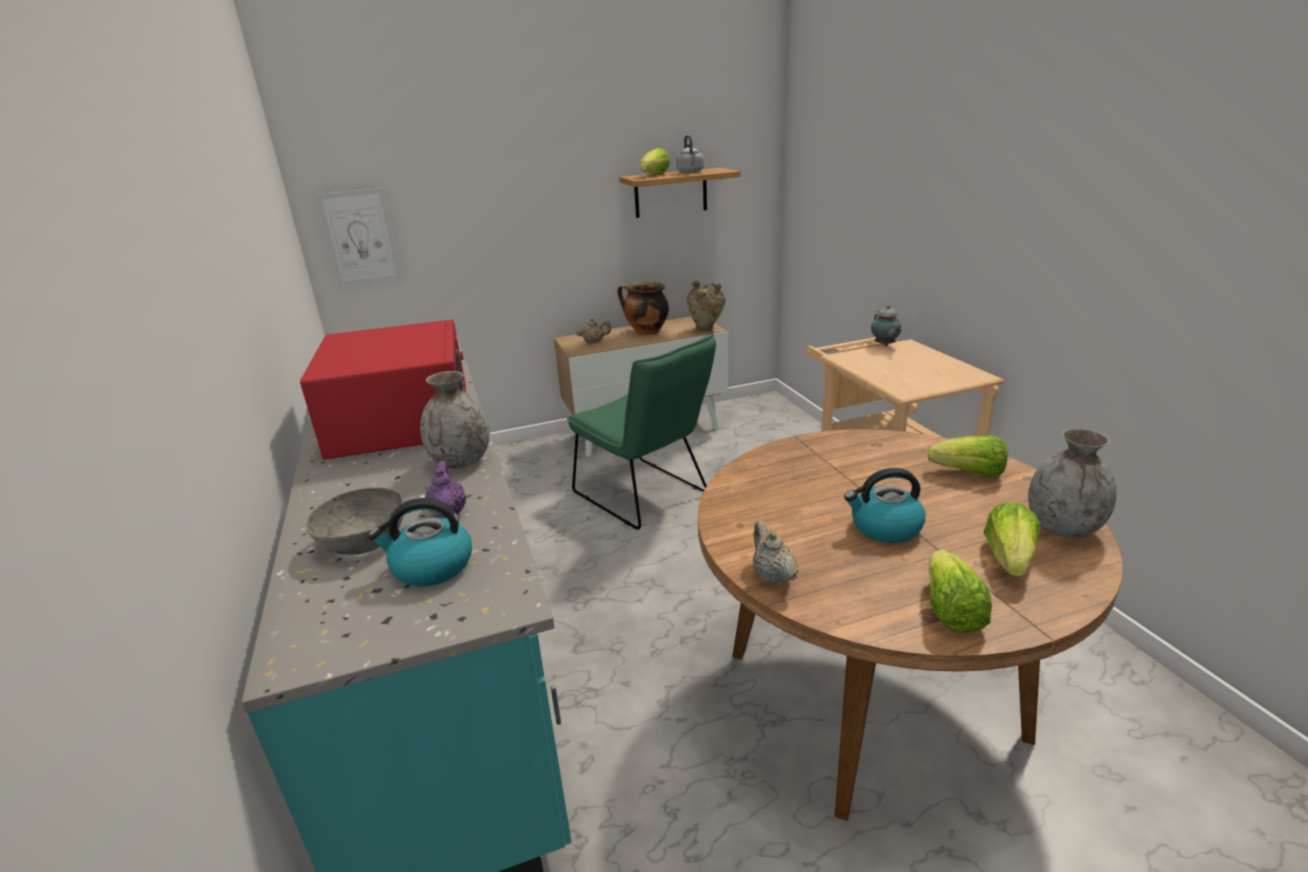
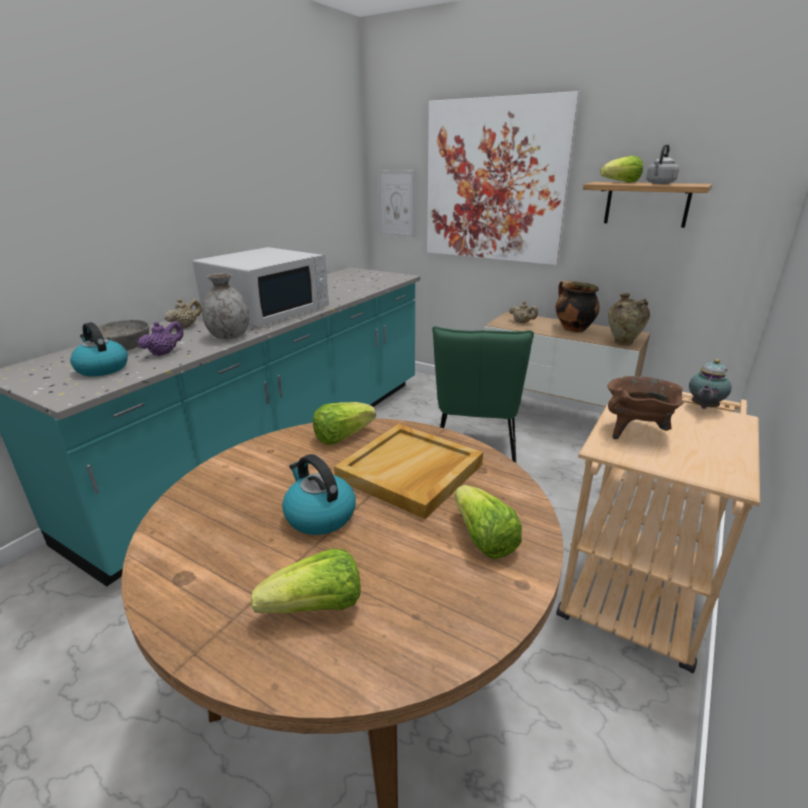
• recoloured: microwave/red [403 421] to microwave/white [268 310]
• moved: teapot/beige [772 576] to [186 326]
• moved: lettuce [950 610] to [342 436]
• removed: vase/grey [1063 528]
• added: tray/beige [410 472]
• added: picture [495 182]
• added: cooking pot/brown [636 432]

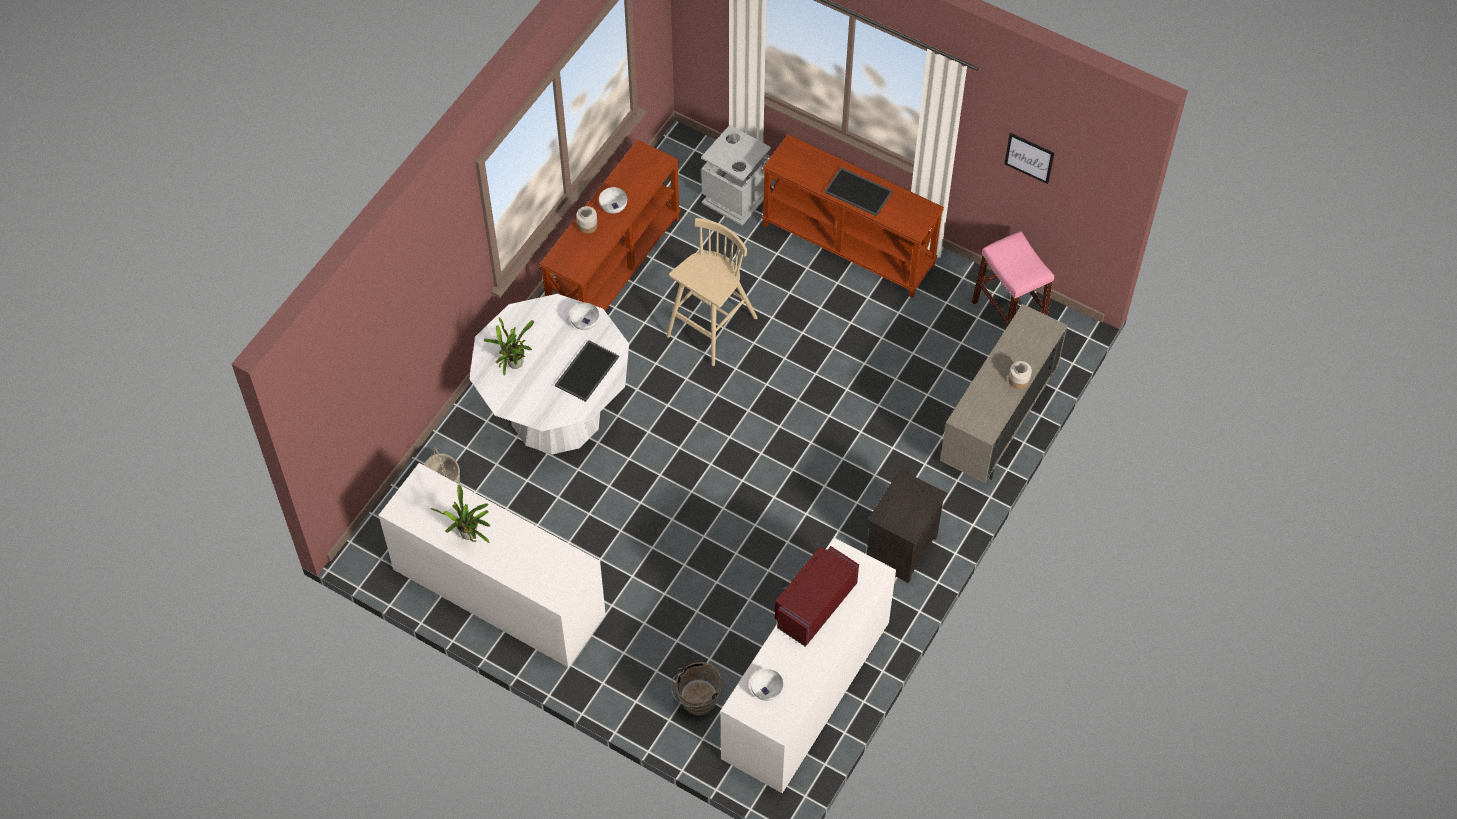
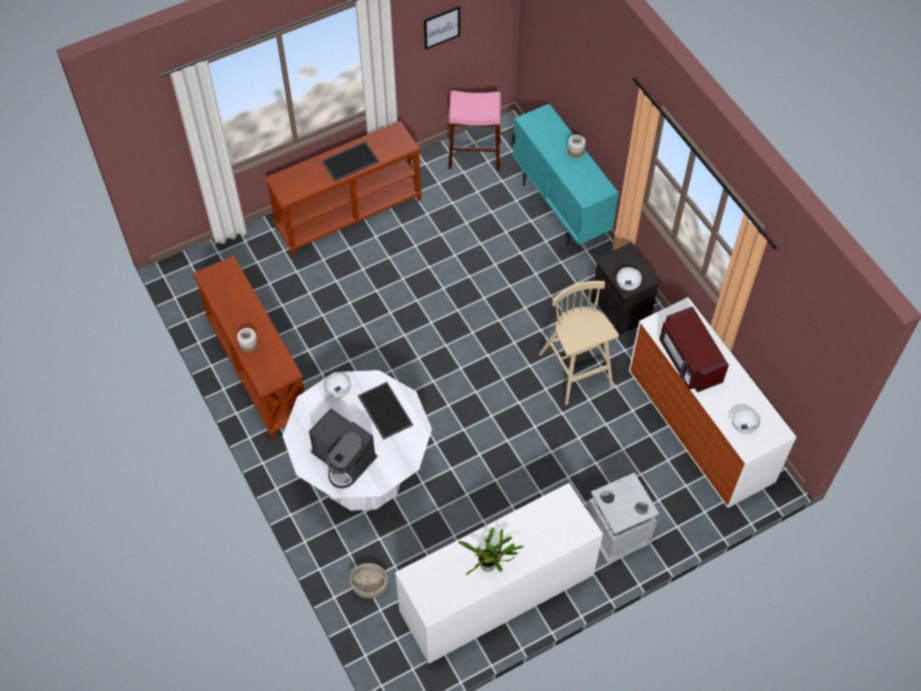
• replaced: potted plant [514 365] to coffee machine [344 459]
• moved: bowl/white [613 206] to [627 283]
• moved: stool/beige [710 328] to [576 371]
• removed: bucket/brown [696 701]
• moved: trash can/grey [736 199] to [617 533]
• recoloured: cabinet/beige [996 429] to cabinet/turquoise [560 208]

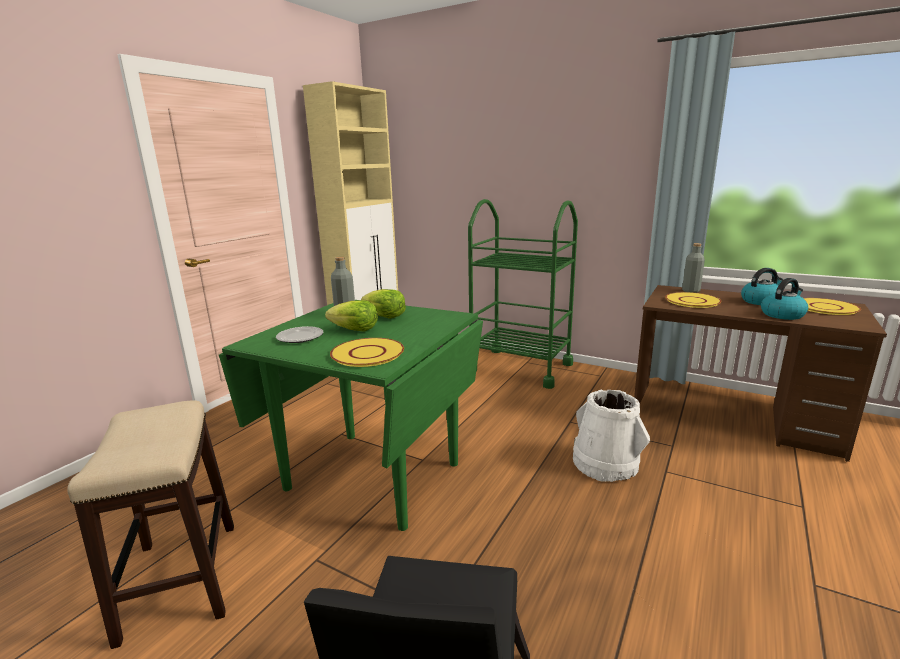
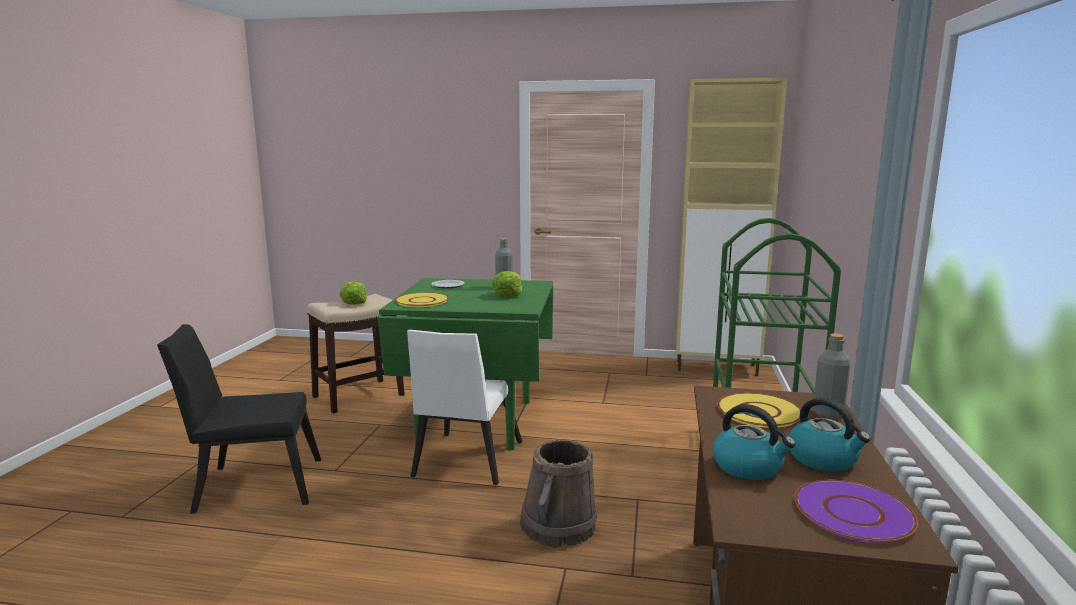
• moved: lettuce [355 330] to [354 302]
• recoloured: bucket/white [605 463] to bucket/brown [558 526]
• recoloured: plate/yellow [826 307] to plate/purple [853 513]
• added: chair/white [464 462]

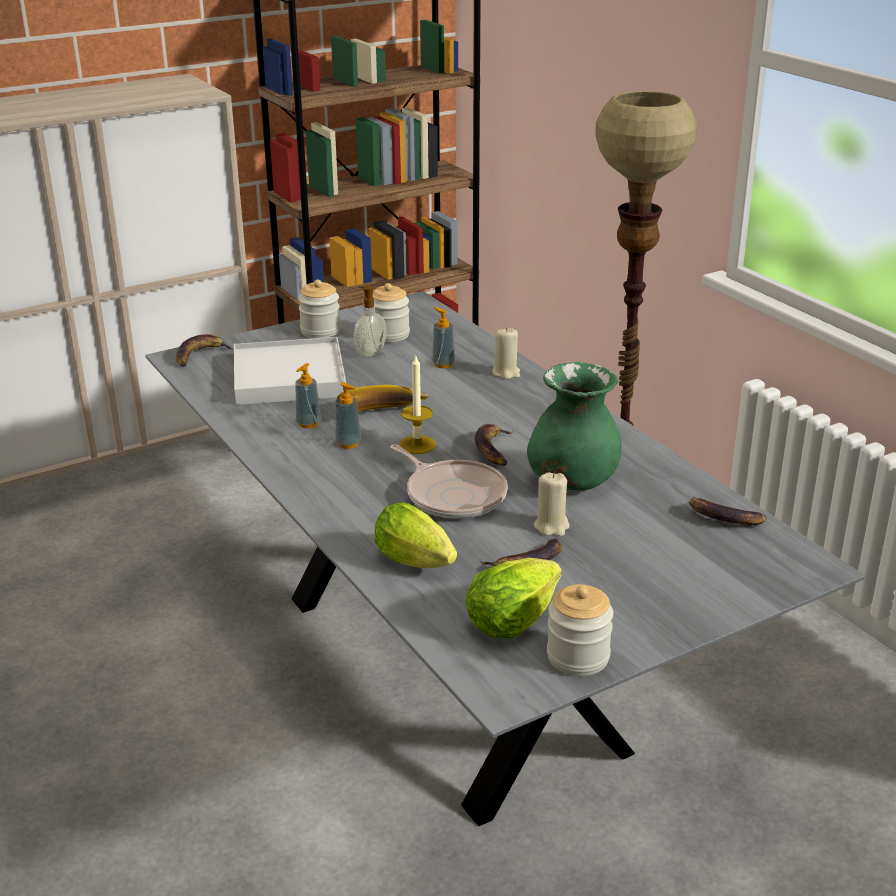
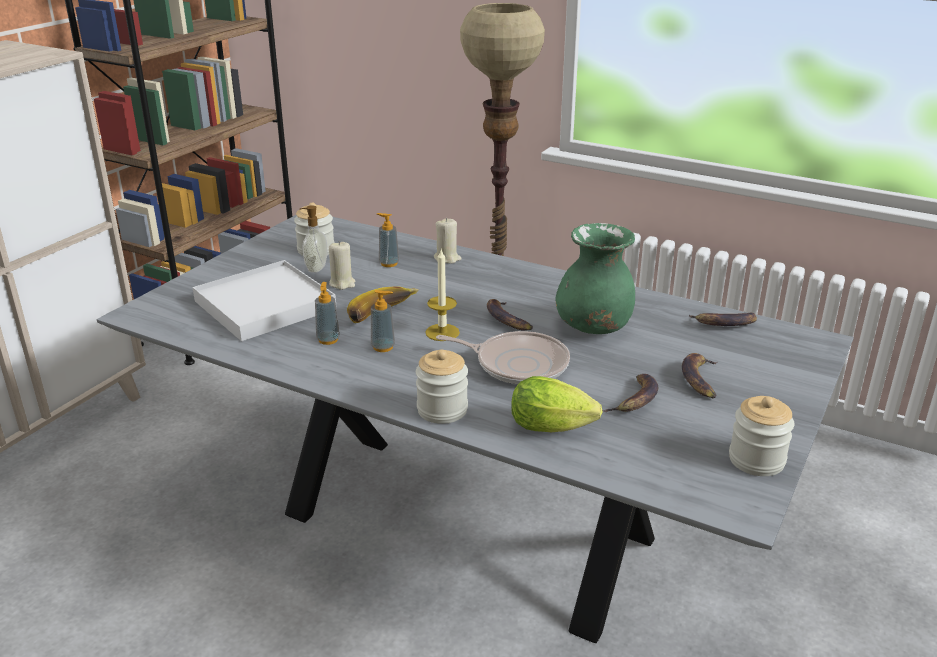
• moved: banana [200 355] to [699 379]
• moved: jar [320 331] to [442 410]
• removed: lettuce [511 621]
• moved: candle/beige [551 526] to [342 283]

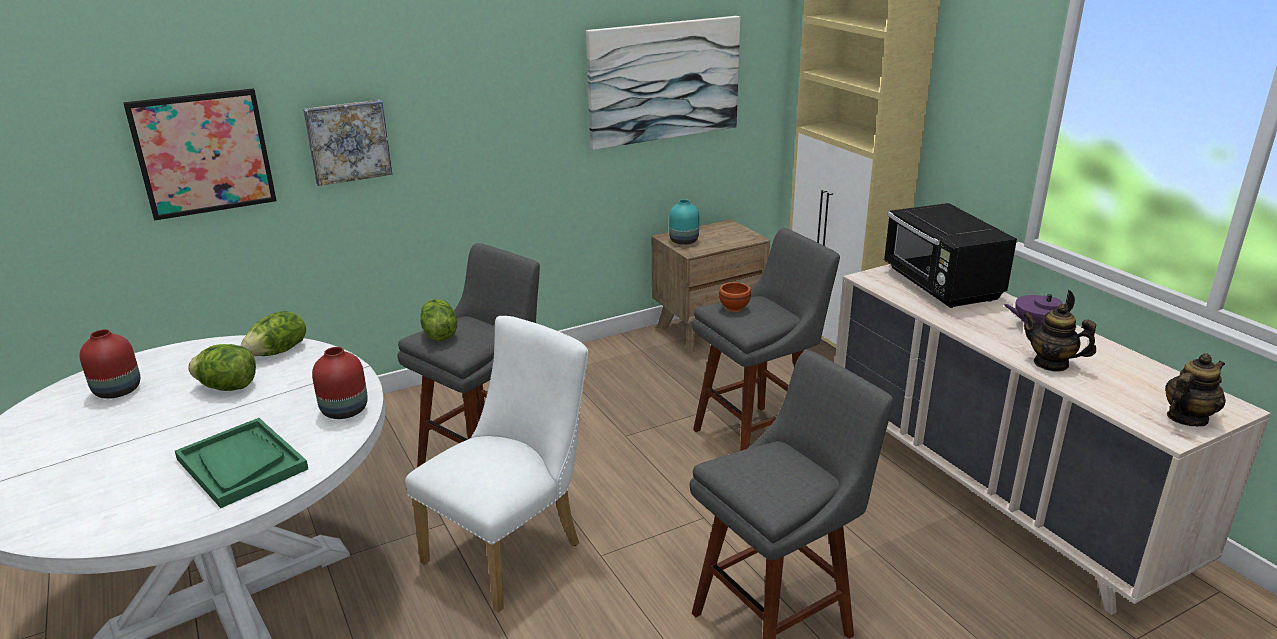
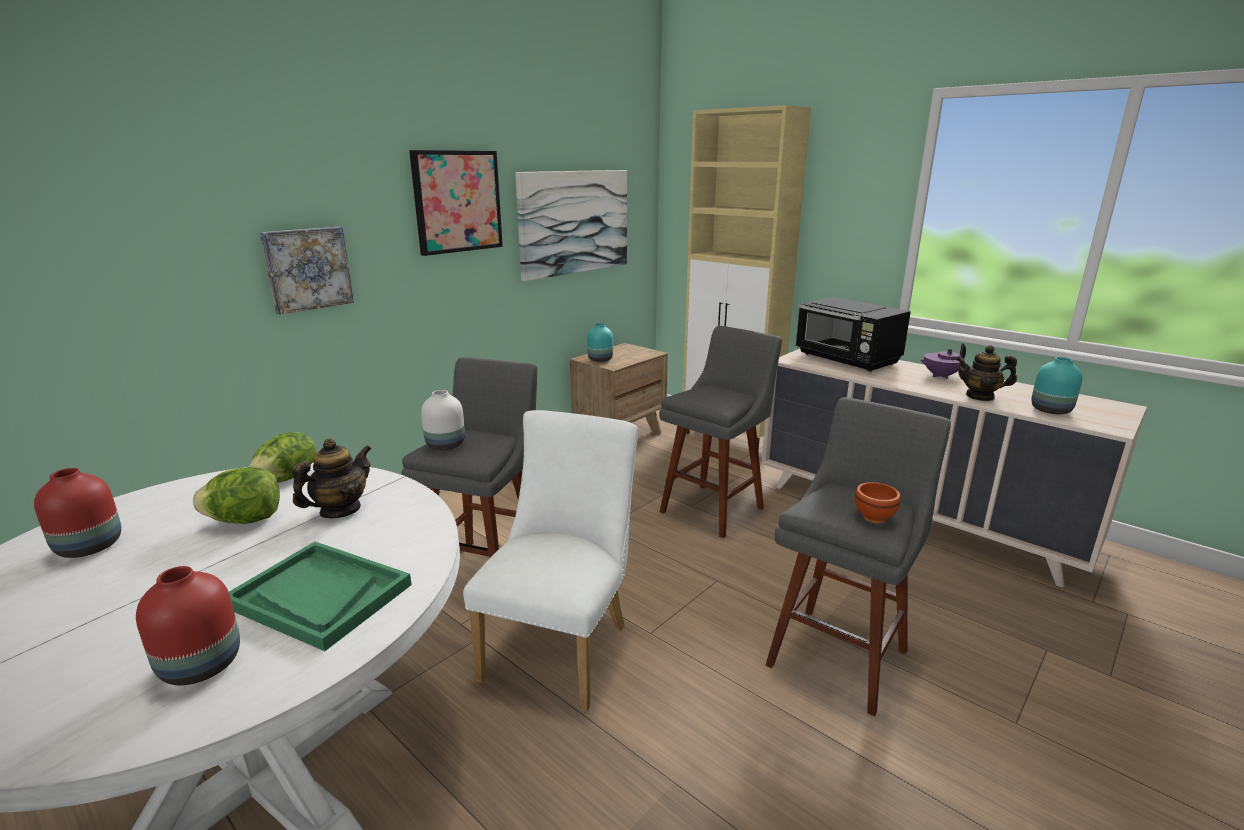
• moved: picture [203 153] to [457 201]
• moved: vase/red [346 411] to [203 665]
• replaced: lettuce [438 334] to vase/white [445 446]
• moved: bowl/brown [733 308] to [873 518]
• moved: teapot [1186 418] to [340 510]
• added: vase/turquoise [1050 411]

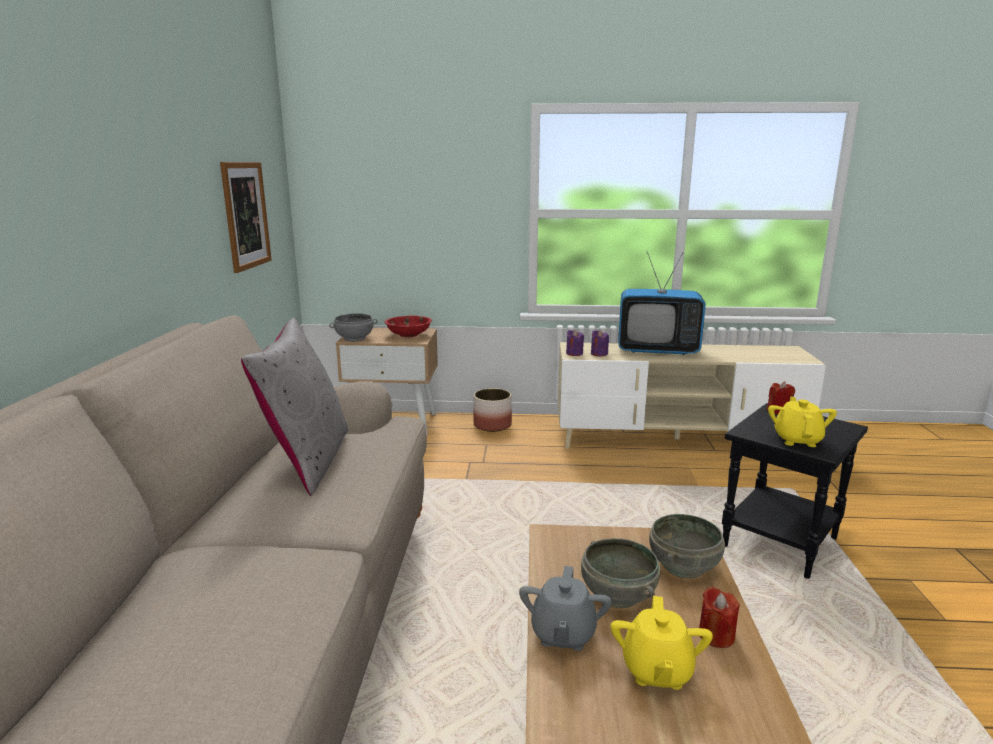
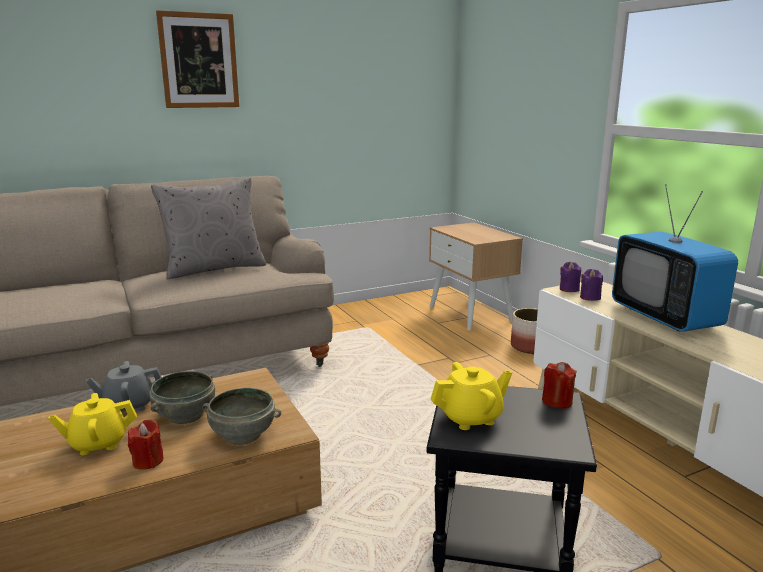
• moved: picture [246 215] to [199 61]
• removed: bowl/grey [354 338]
• removed: bowl/red [408 335]

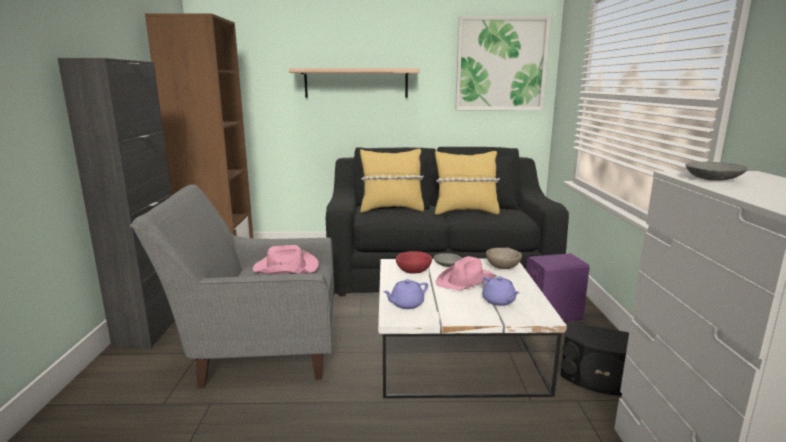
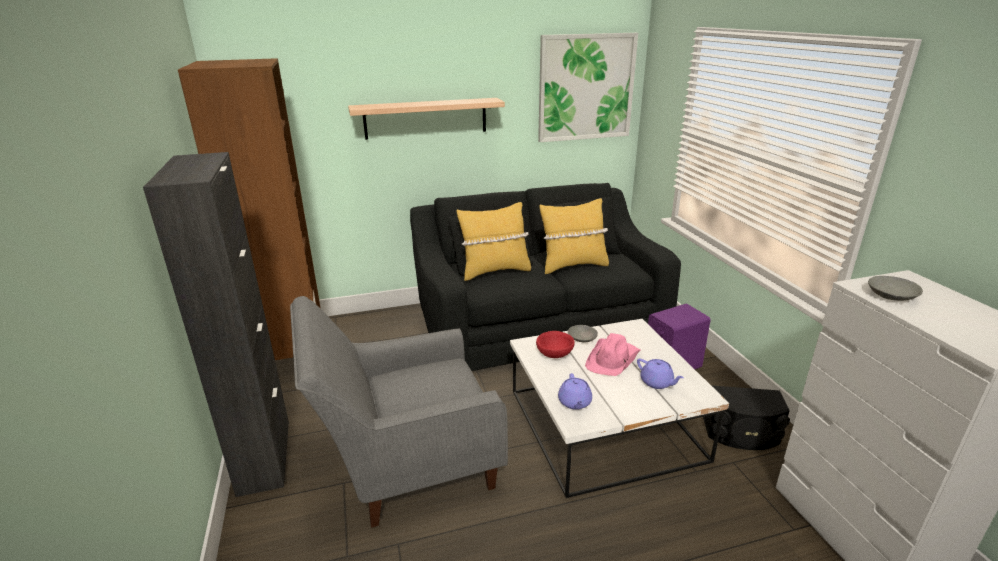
• removed: hat/pink [285 267]
• turned: teapot/purple [406 304] = [574 402] 45 degrees counterclockwise
• removed: bowl/beige [503 267]

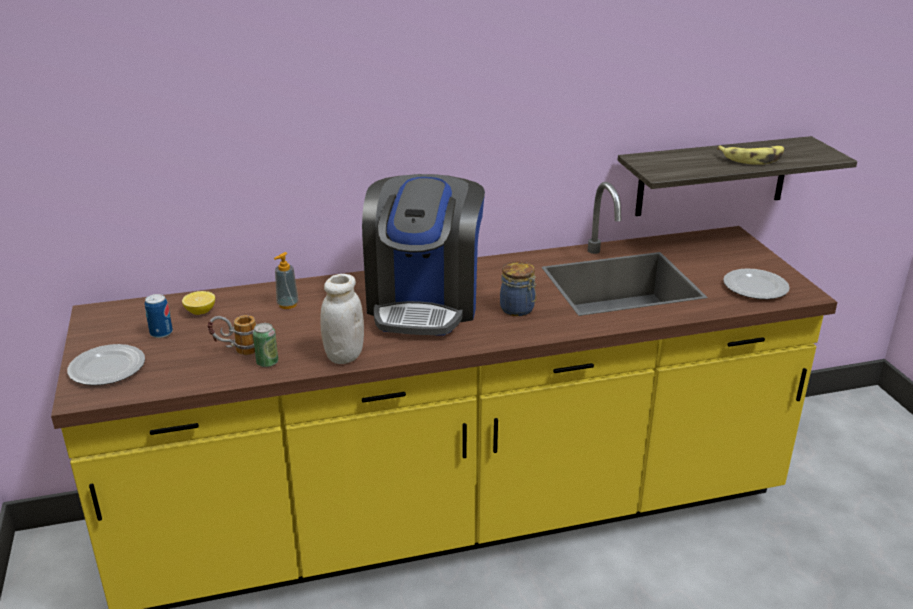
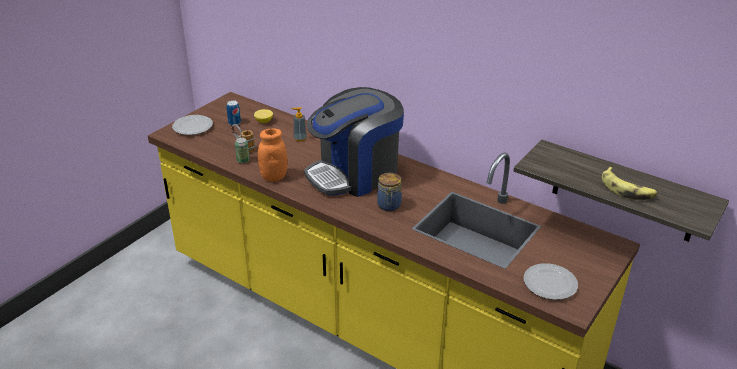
• recoloured: jar/white [344 356] to jar/orange [274 177]

